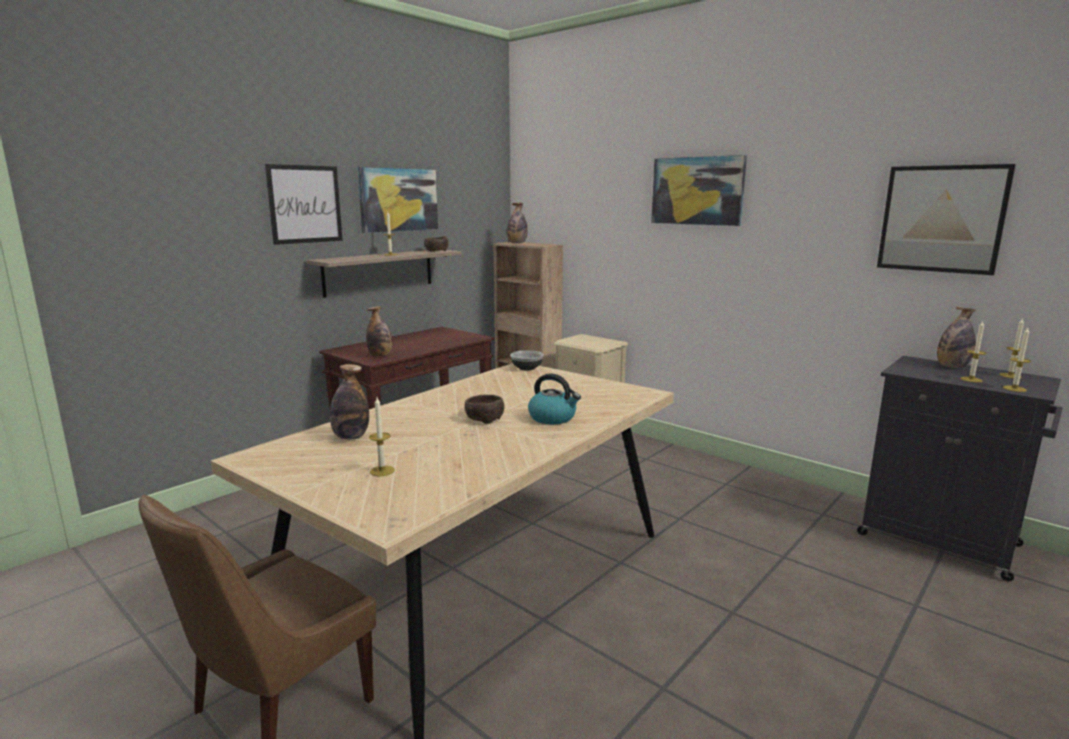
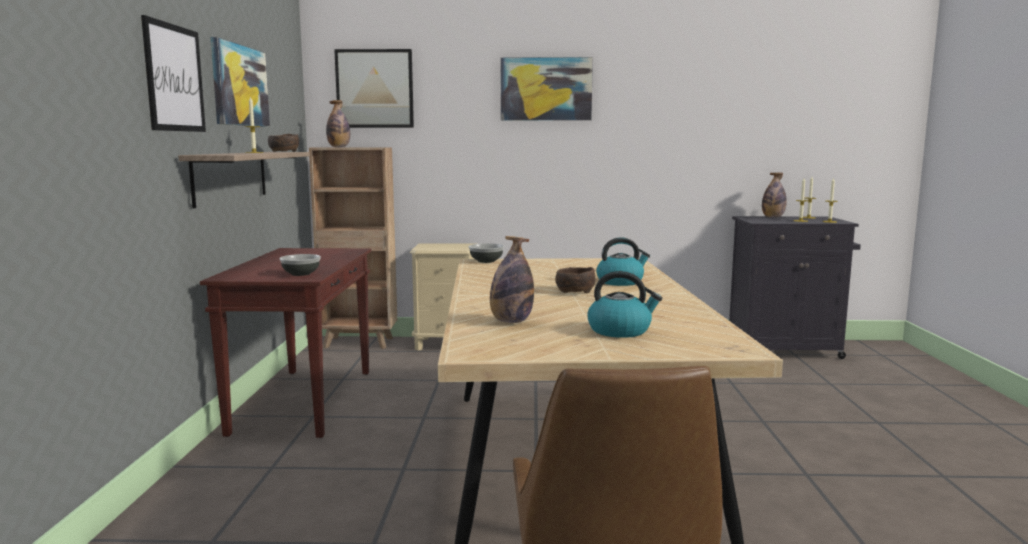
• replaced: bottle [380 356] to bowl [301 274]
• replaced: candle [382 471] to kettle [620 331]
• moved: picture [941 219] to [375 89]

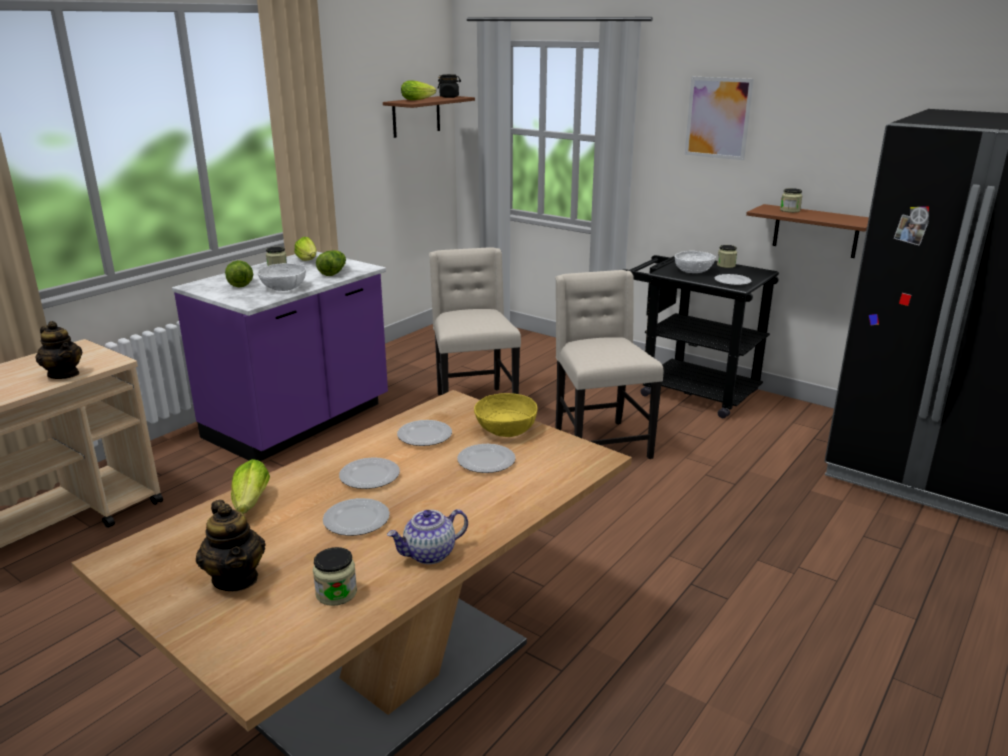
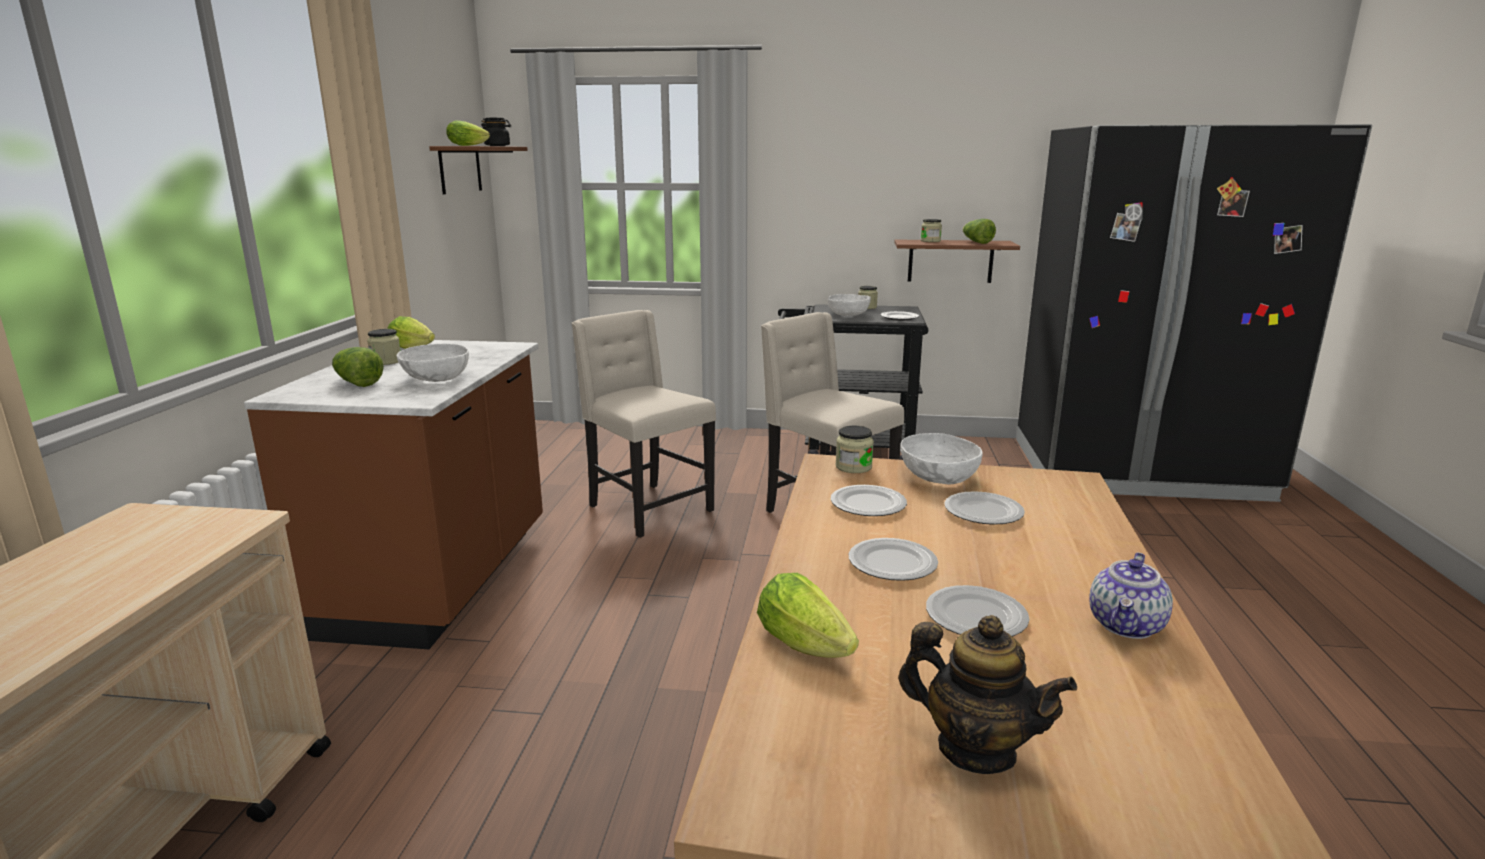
• removed: teapot [64 374]
• recoloured: counter/purple [299 422] to counter/brown [439 581]
• moved: jar [336 593] to [853 467]
• moved: lettuce [333 272] to [976 242]
• recoloured: bowl/yellow [506 429] to bowl/white [938 477]
• removed: picture [718 118]

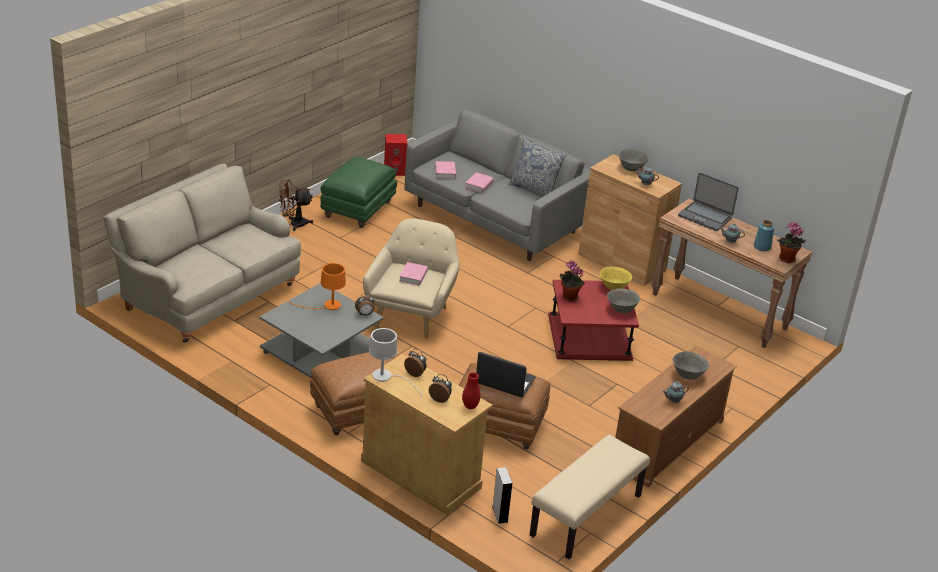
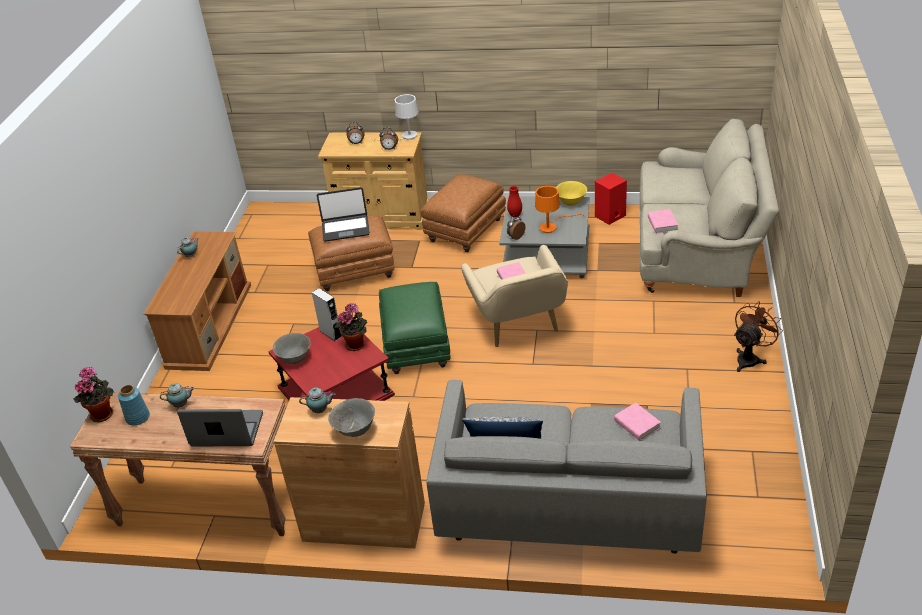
• moved: ottoman/green [358 210] to [416 346]
• moved: speaker/red [395 170] to [610 216]
• moved: vase/red [470 406] to [515 215]
• moved: book/pink [479 185] to [662 224]
• moved: speaker/grey [500 514] to [331 334]
• removed: bench/beige [586 516]
• moved: bowl/yellow [613 287] to [571 202]
• removed: bowl/grey [688 375]

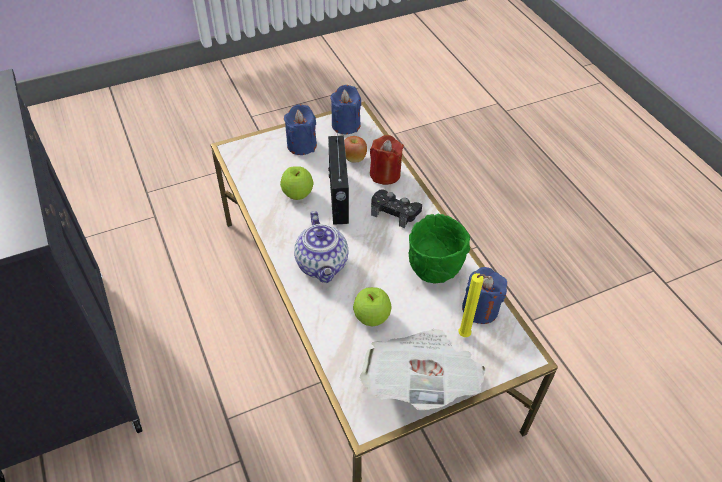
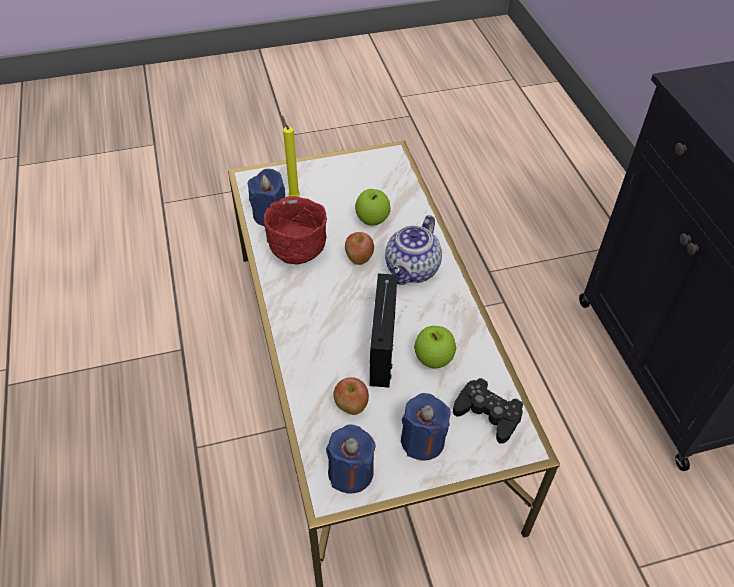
• turned: teapot [322 265] = [412 271] 150 degrees counterclockwise
• removed: newspaper [420 381]
• removed: candle/red [385 174]
• moved: game controller/black [395 211] to [487 414]
• recoloured: bowl/green [435 269] to bowl/red [297 253]
• added: apple [359 258]

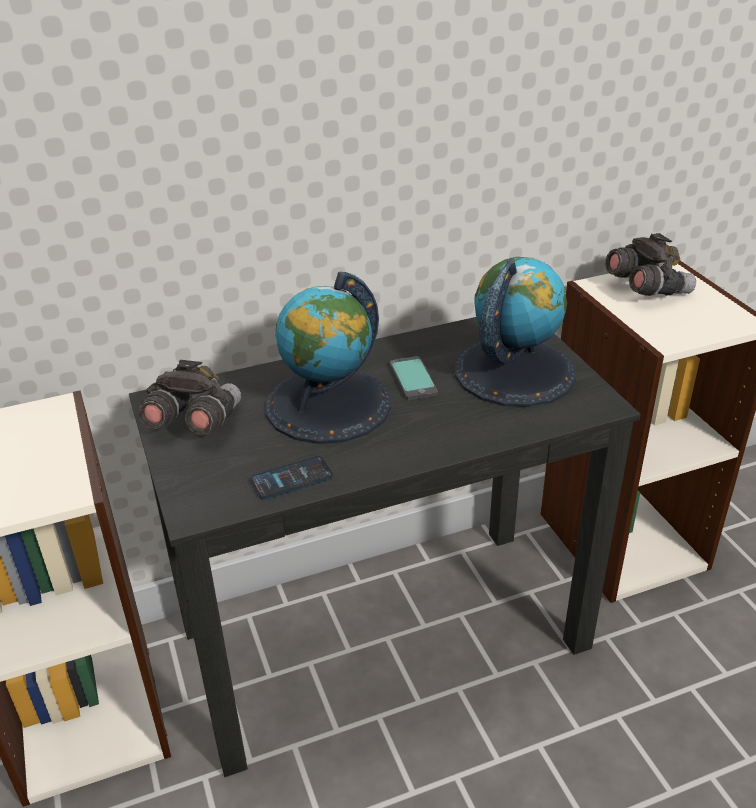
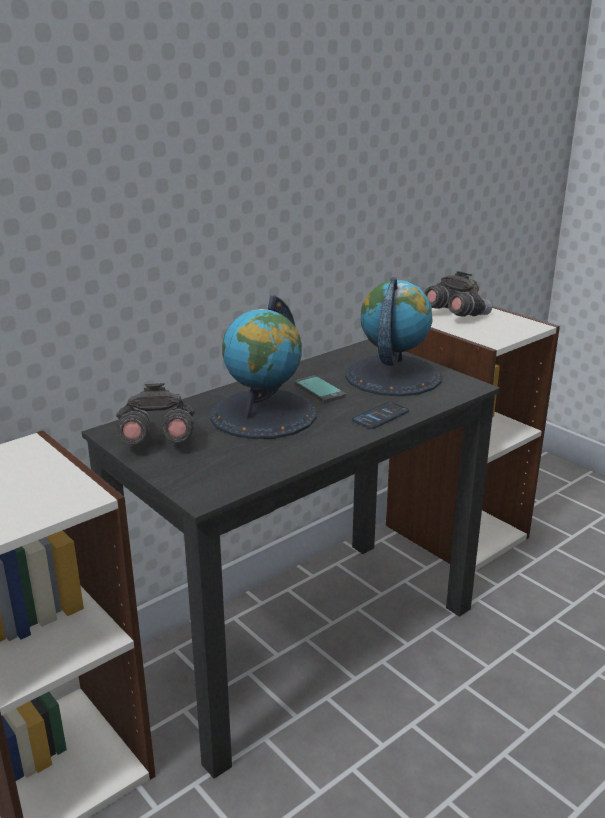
• moved: phone [291 479] to [380 416]

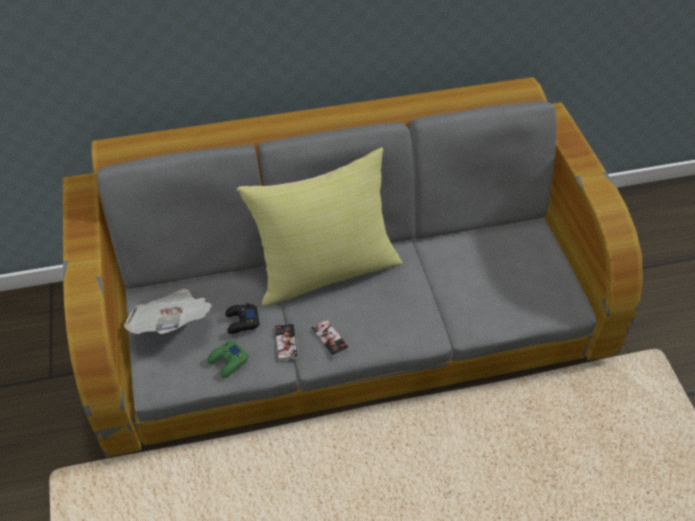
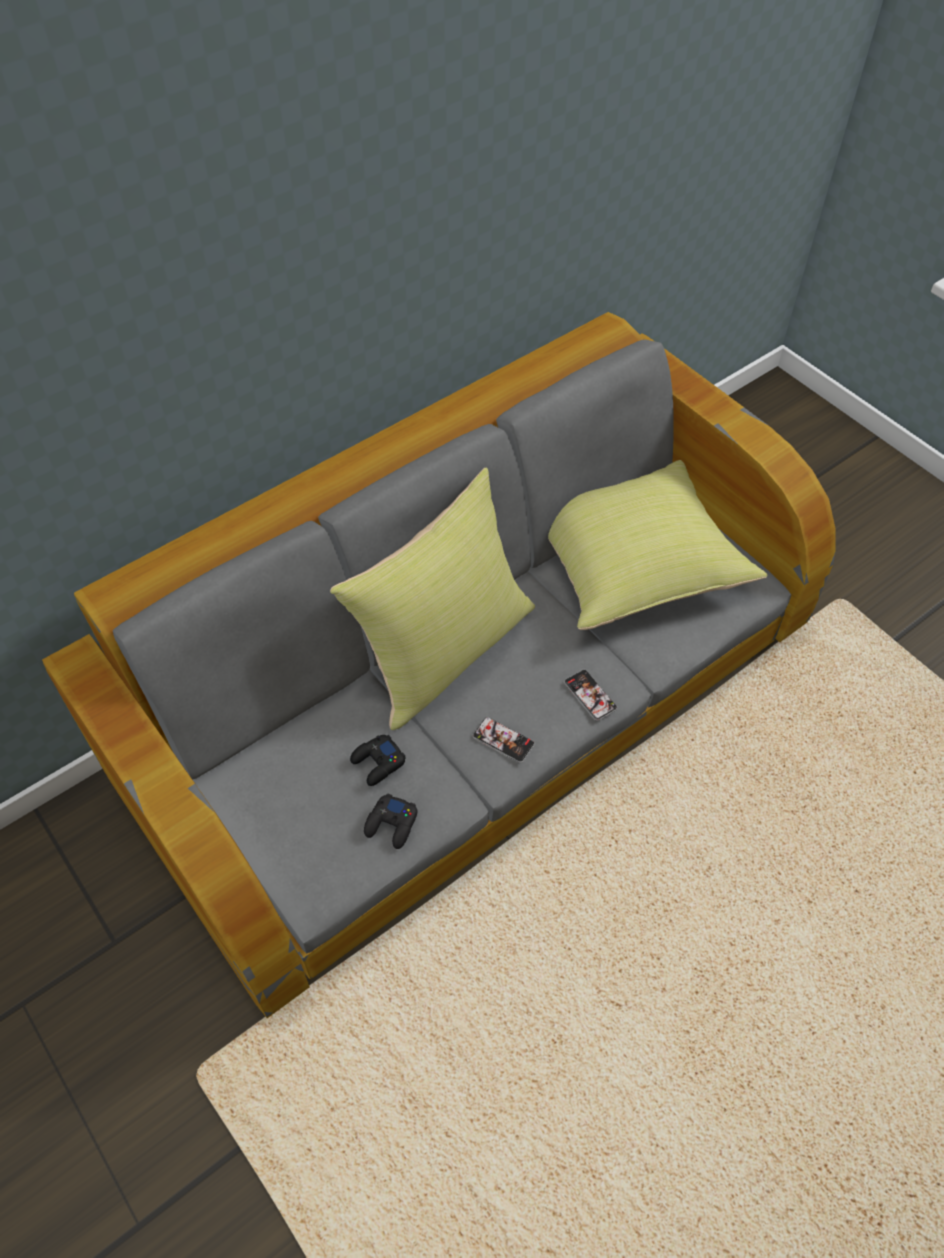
• removed: newspaper [173 325]
• recoloured: game controller/green [228 362] to game controller/black [392 824]
• moved: phone [286 342] to [590 695]
• added: pillow/yellow [633 564]

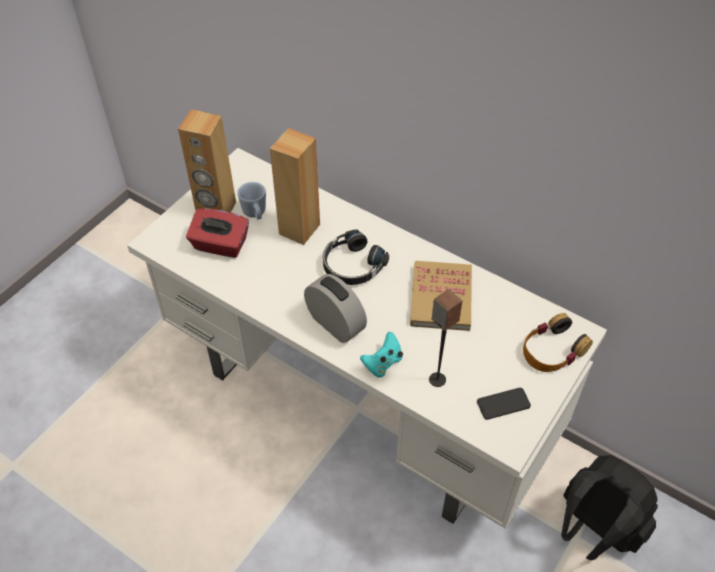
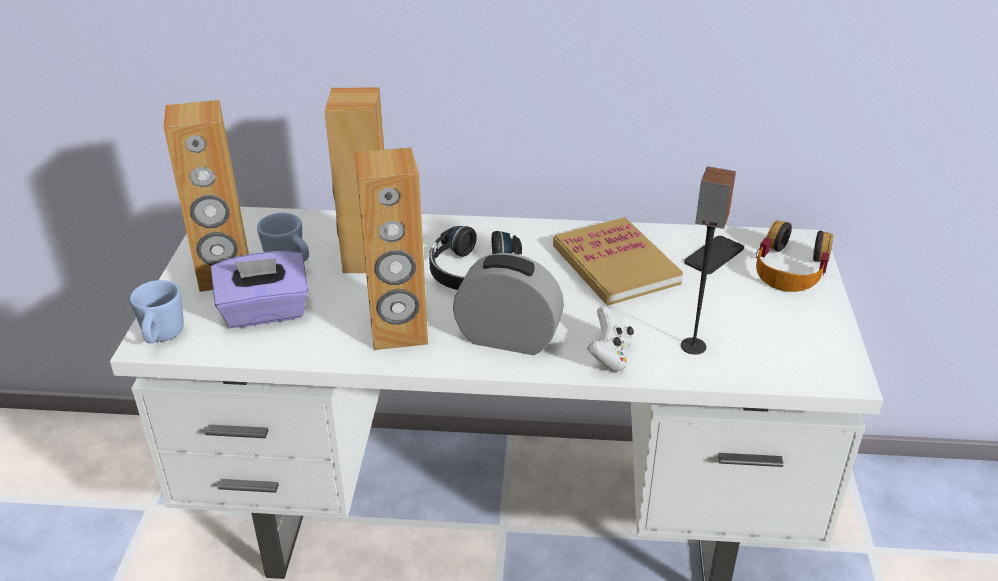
• recoloured: tissue box/red [220 245] to tissue box/purple [265 312]
• recoloured: game controller/turquoise [382 363] to game controller/white [609 356]
• moved: phone [503 404] to [714 255]
• removed: backpack/black [594 531]
• added: mug/blue [162 337]
• added: speaker/brown [399 332]

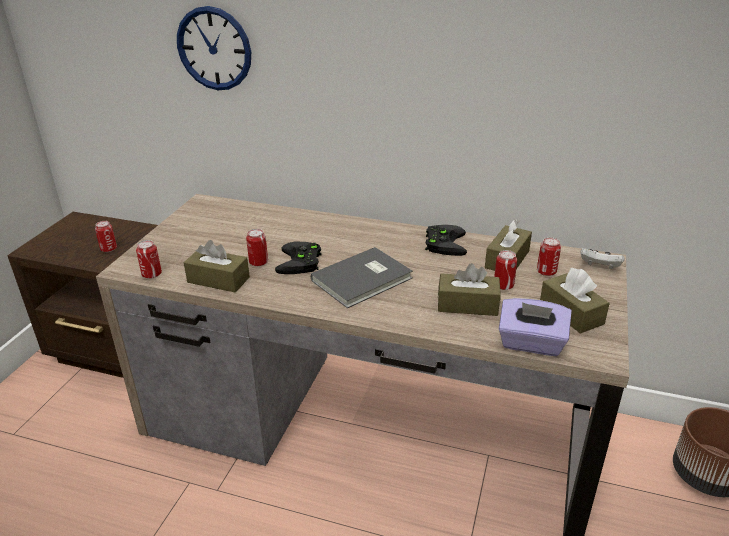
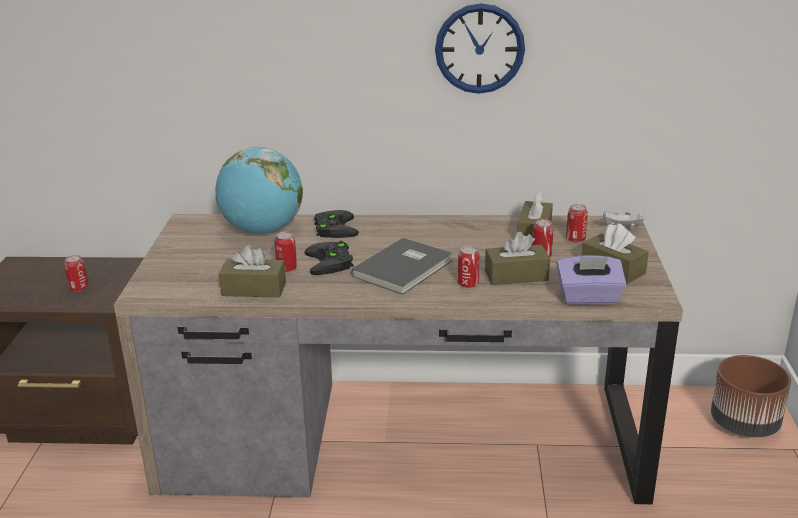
• moved: can [152 274] to [468 284]
• moved: wall clock [214 49] to [479 49]
• moved: game controller/black [443 242] to [333 227]
• added: globe [263 230]

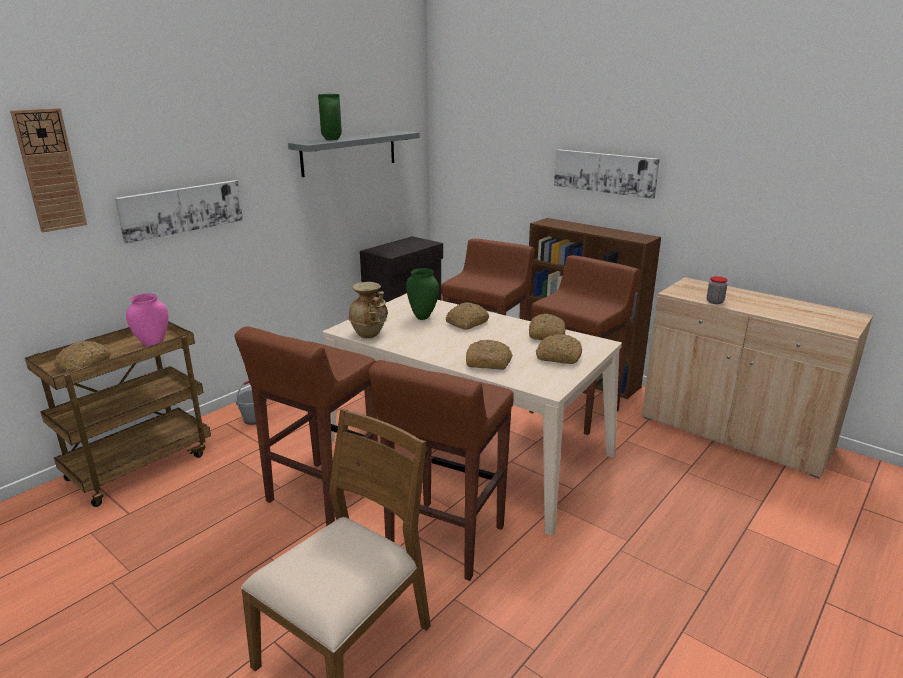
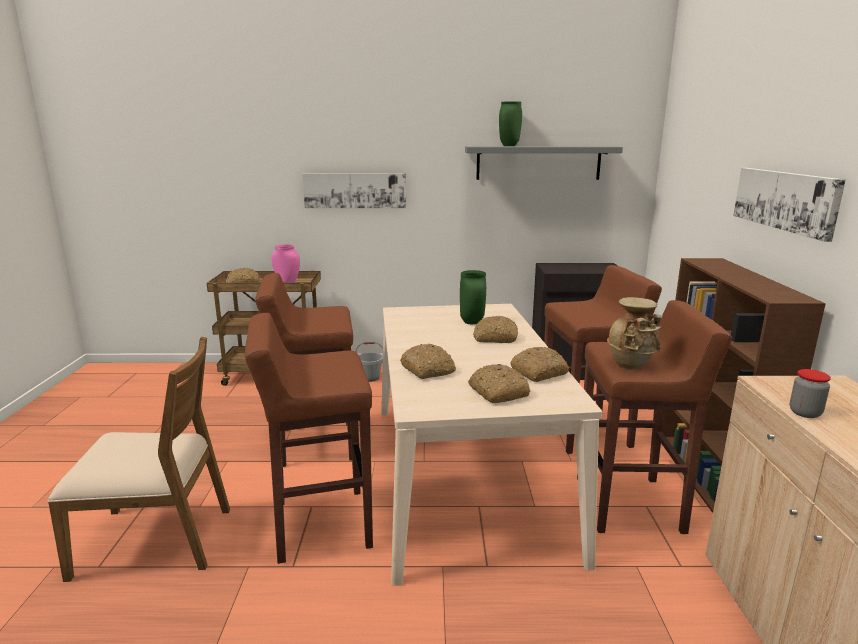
• removed: wall clock [50 170]
• moved: vase/beige [370 334] to [632 365]

